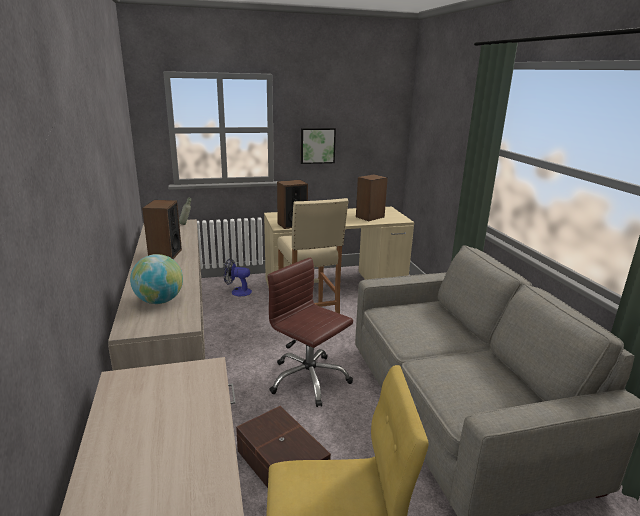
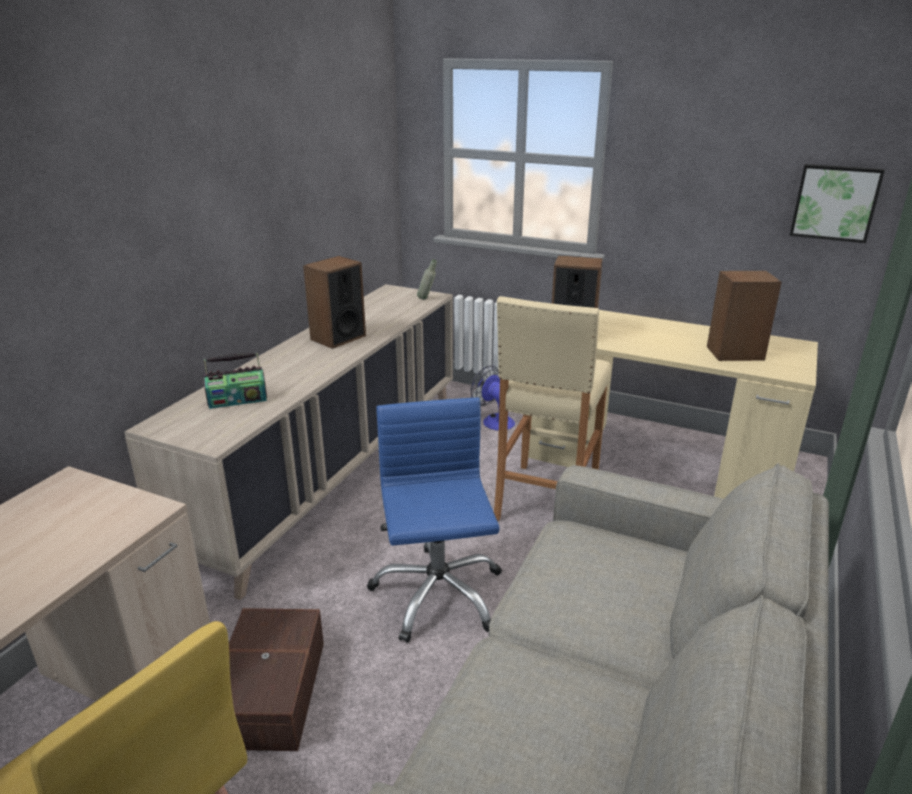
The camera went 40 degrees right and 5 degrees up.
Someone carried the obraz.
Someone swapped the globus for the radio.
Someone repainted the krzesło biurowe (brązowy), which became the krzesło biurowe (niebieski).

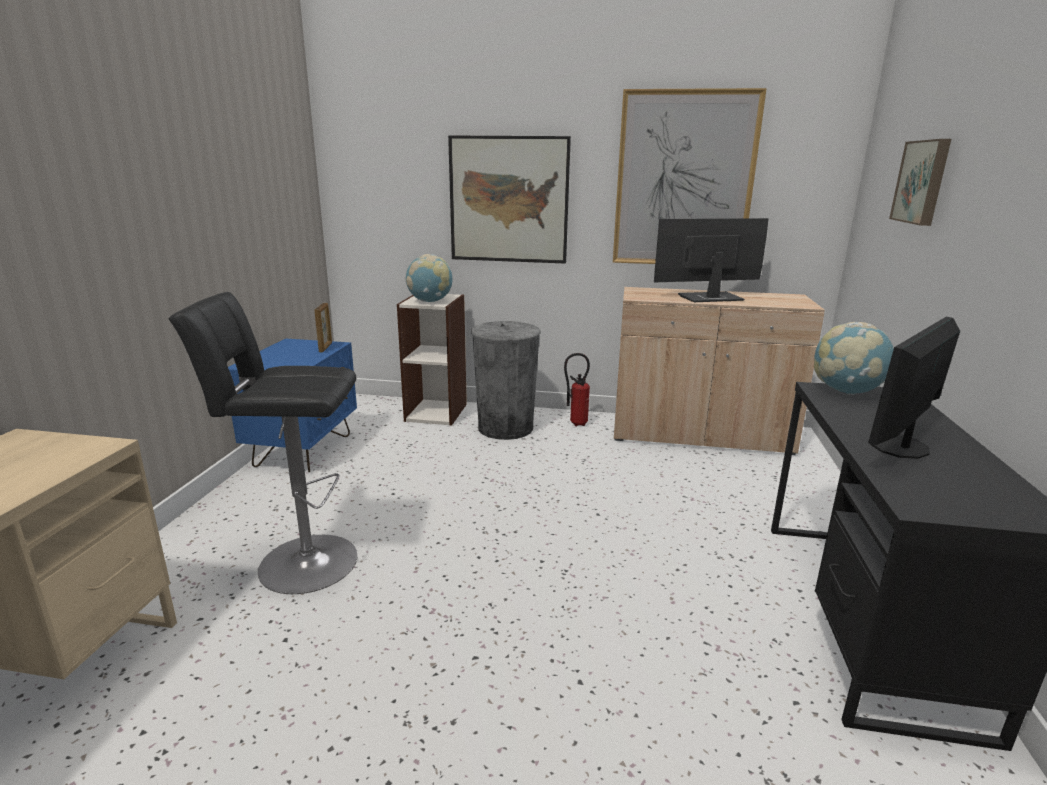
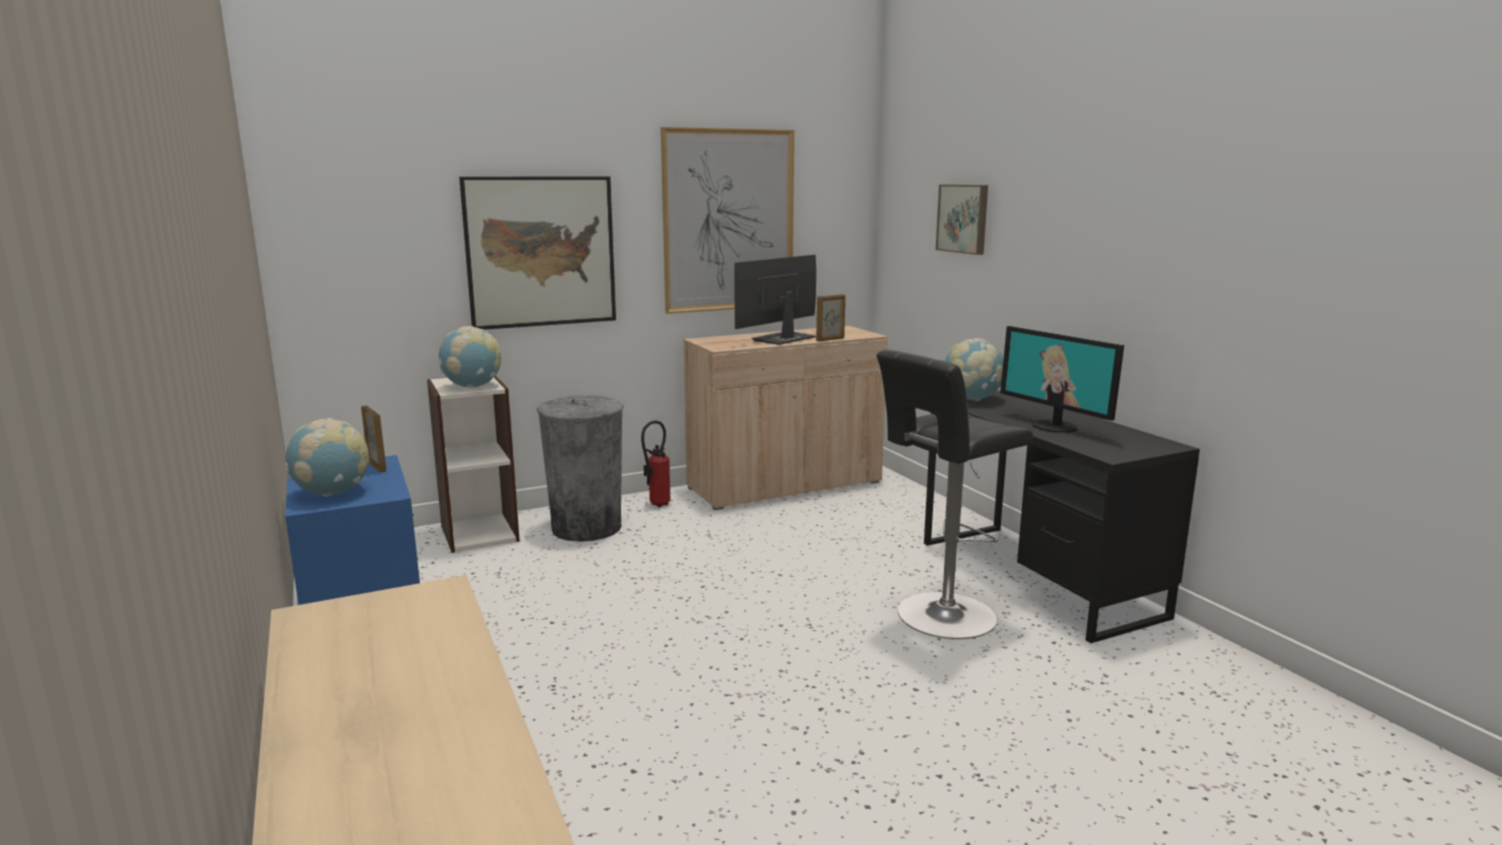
The camera went 35 degrees left and 5 degrees down.
Someone carried the stołek (czarny).
Someone rotated the monitor (2nd from left) by 45 degrees counterclockwise.
Someone put down the ramka na zdjęcie (2nd from left).
Someone put down the globus (1st from left).

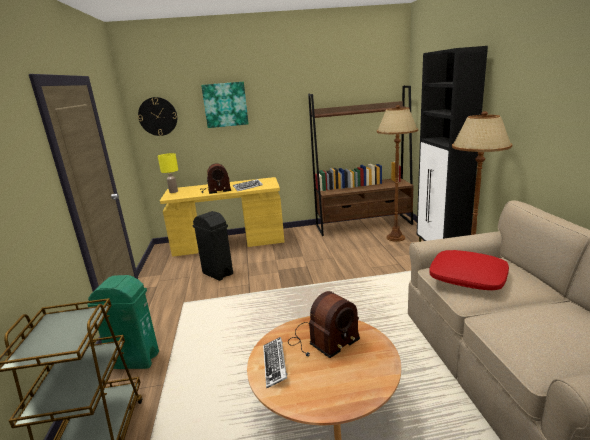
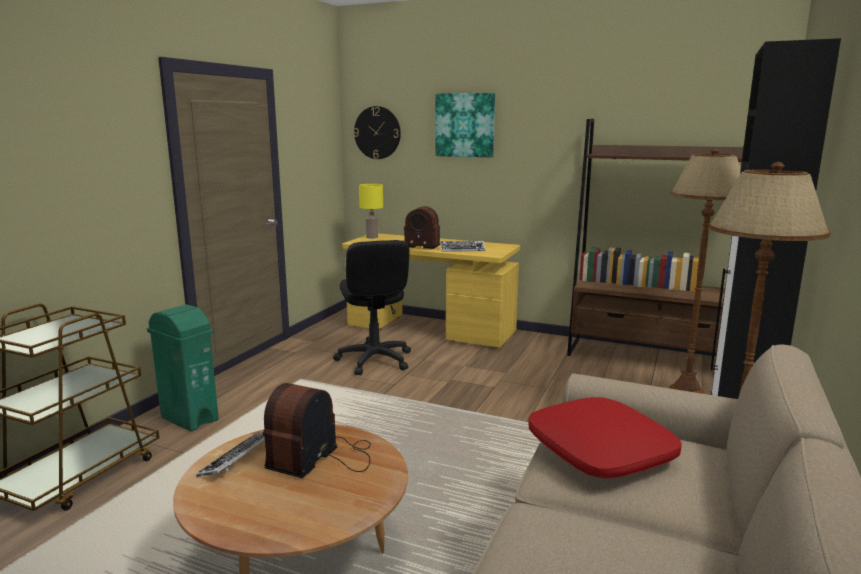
The camera went 30 degrees right and 5 degrees down.
Someone swapped the kosz na śmieci (czarny) for the krzesło biurowe (czarny).
Someone rotated the radio (2nd from left in the first image) by 120 degrees clockwise.

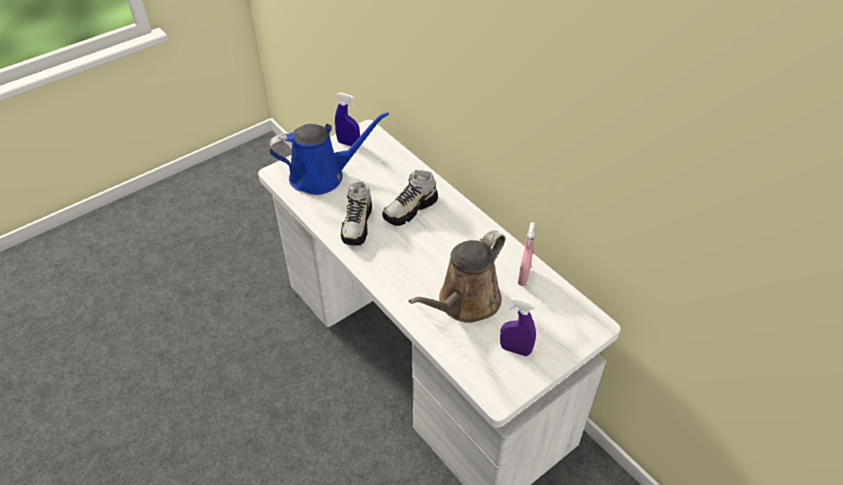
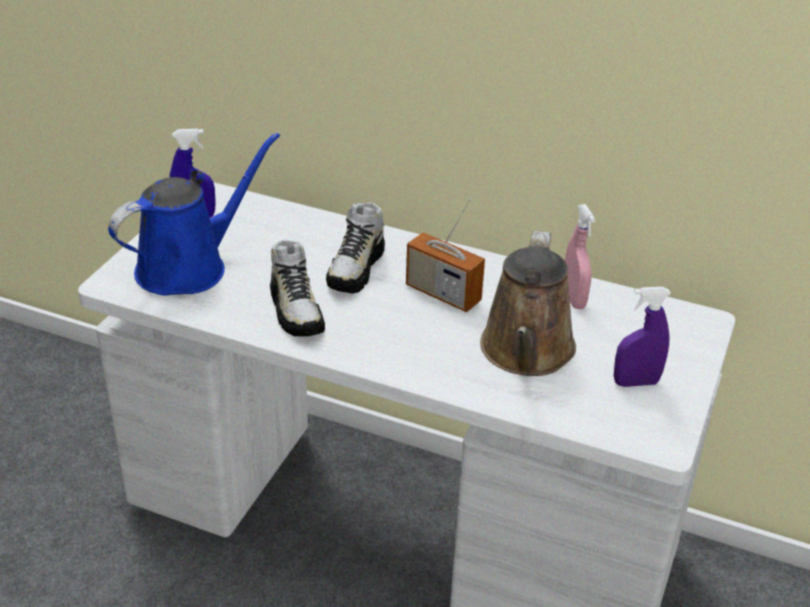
The camera went 30 degrees left and 10 degrees down.
Someone put down the radio.

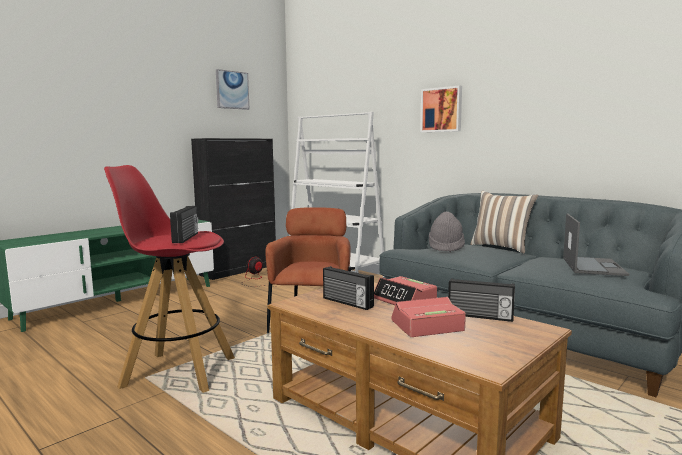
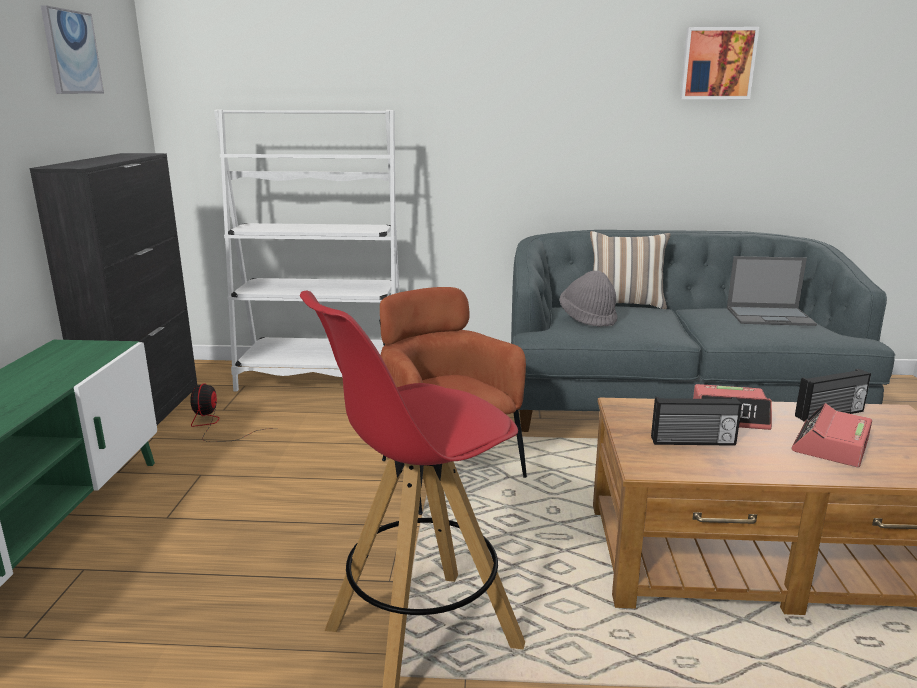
The camera went 40 degrees left and 10 degrees up.
Someone carried the obraz (2nd from left).
Someone took away the radio (1st from left).
Someone rotated the laptop by 120 degrees clockwise.

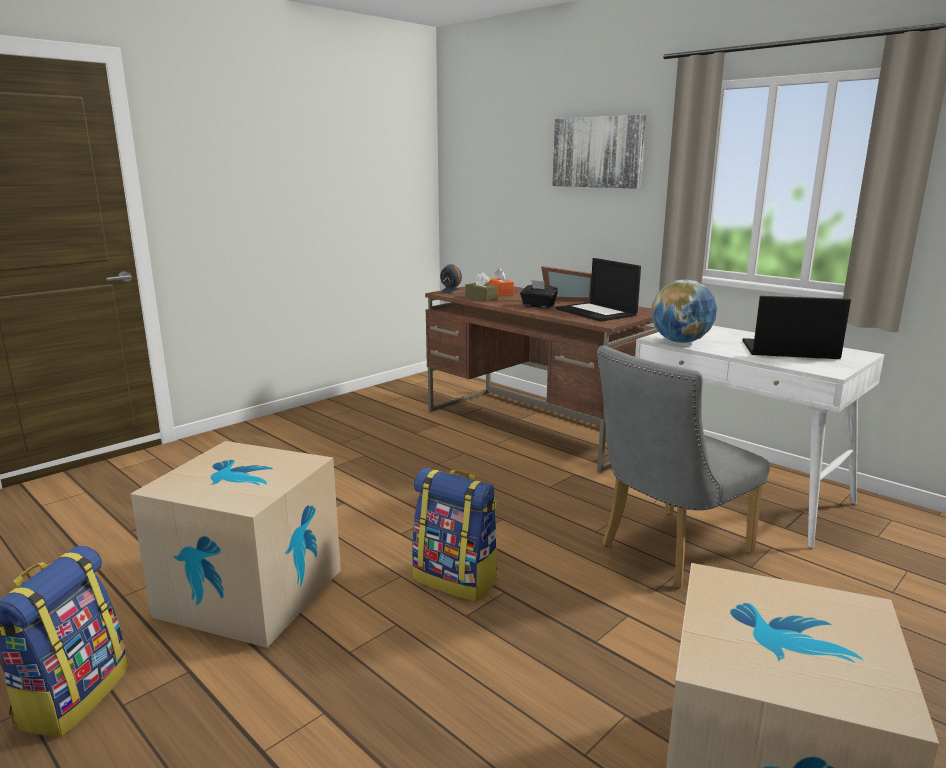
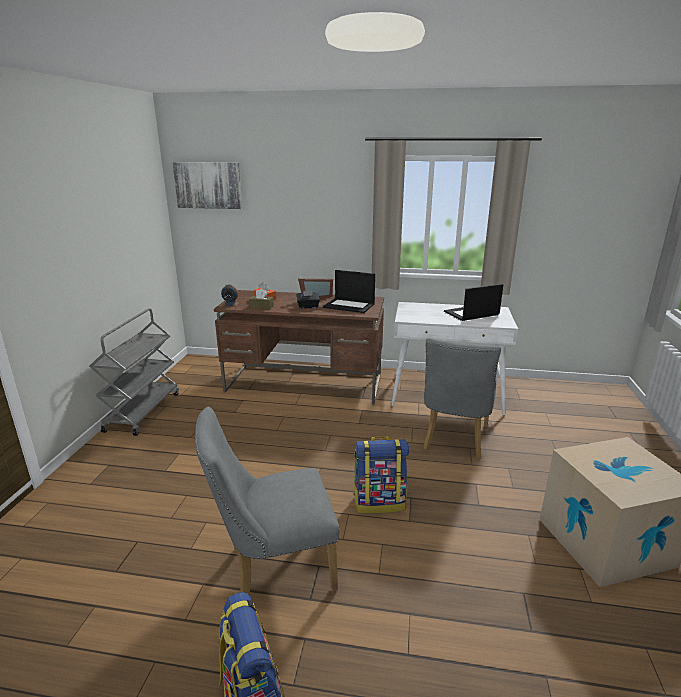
The camera went 35 degrees left and 5 degrees up.
Someone carried the obraz.
Someone took away the globus.
Someone swapped the karton (1st from left) for the krzesło (szary) (1st from left).
Someone put down the wózek (szary).

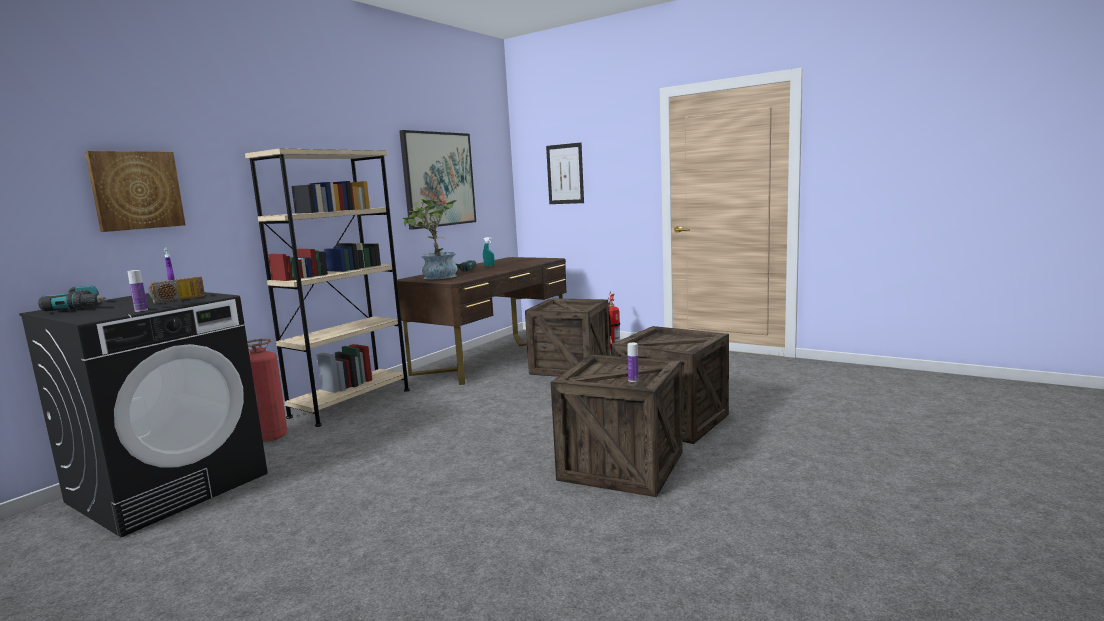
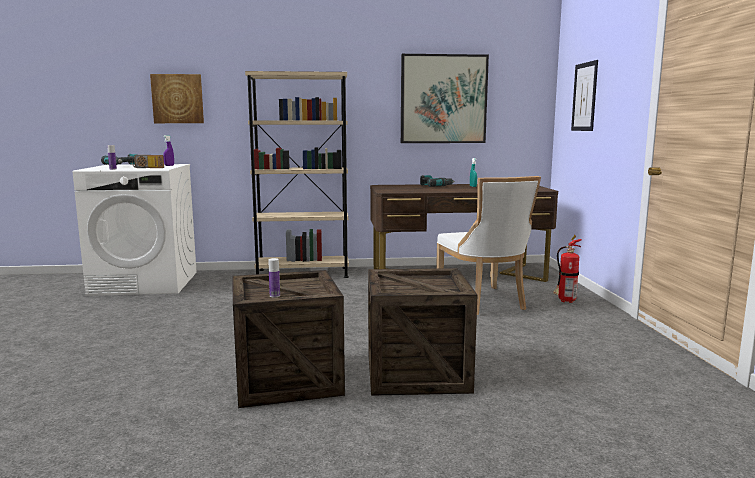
The camera went 50 degrees right and 0 degrees up.
Someone took away the roślina doniczkowa.
Someone repainted the pralka (czarny), which became the pralka (biały).
Someone swapped the skrzynka (1st from left) for the krzesło (biały).
Someone took away the gaśnica (1st from left).

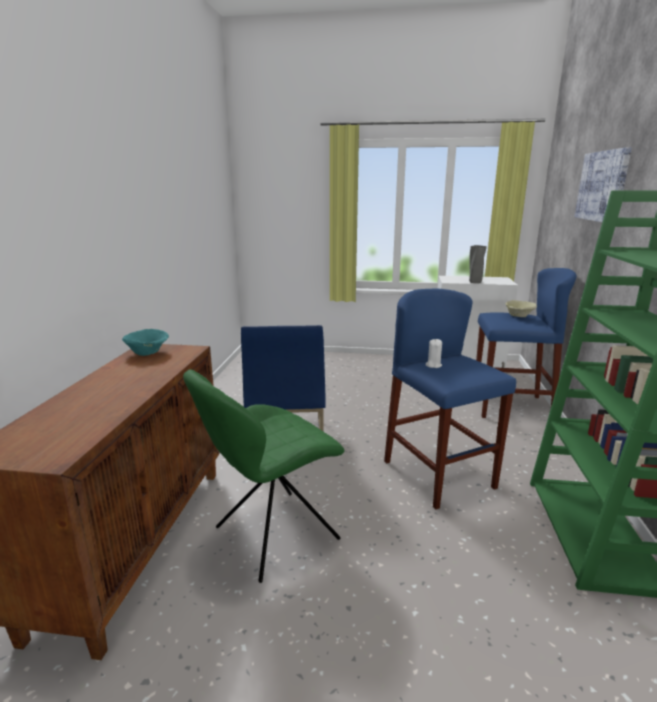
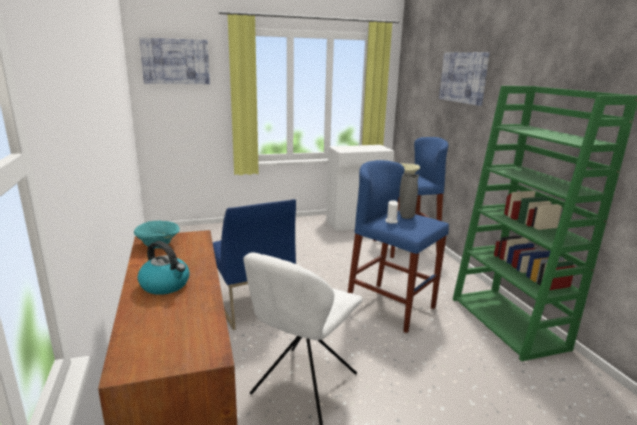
The camera went 25 degrees left and 0 degrees up.
Someone carried the wazon (szary).
Someone repainted the krzesło (zielony), which became the krzesło (biały).
Someone put up the obraz (1st from left).
Someone put down the czajnik.

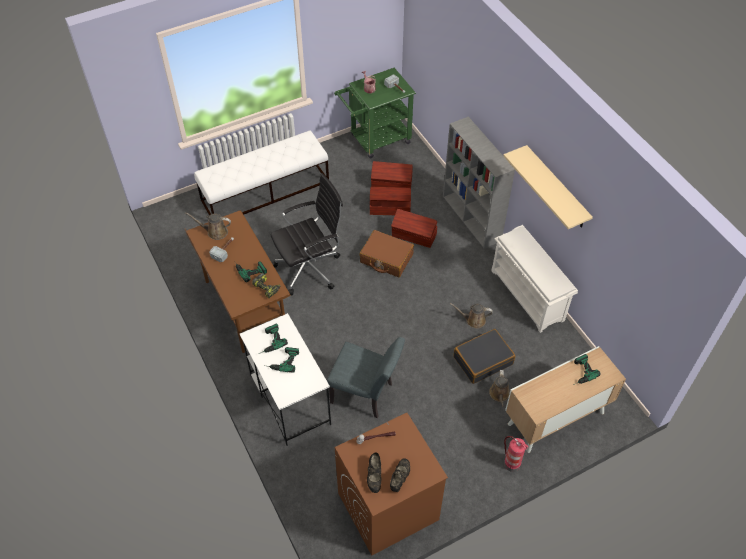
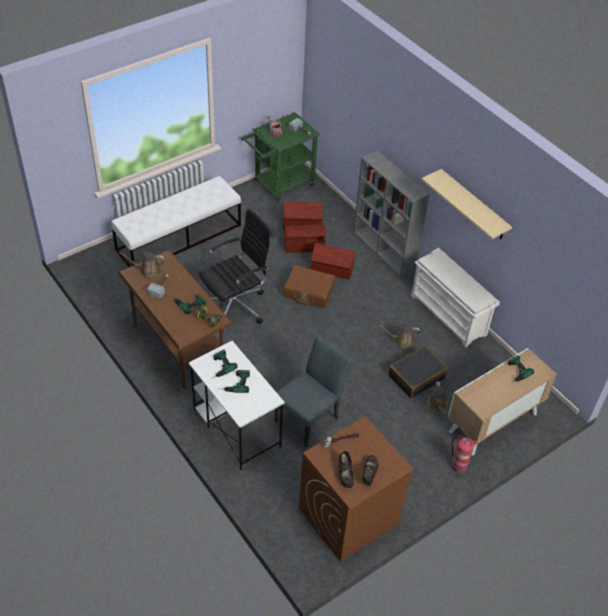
The camera went 10 degrees left and 5 degrees down.
Someone rotated the krzesło (szary) by 60 degrees counterclockwise.

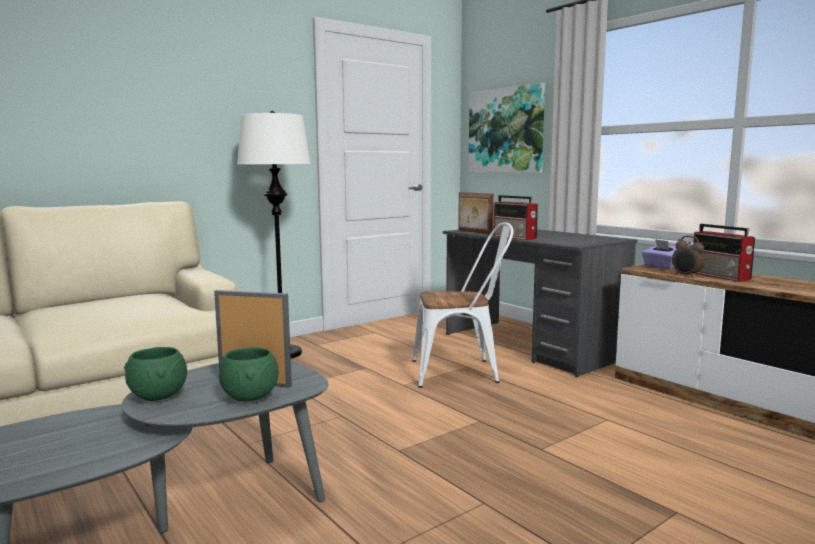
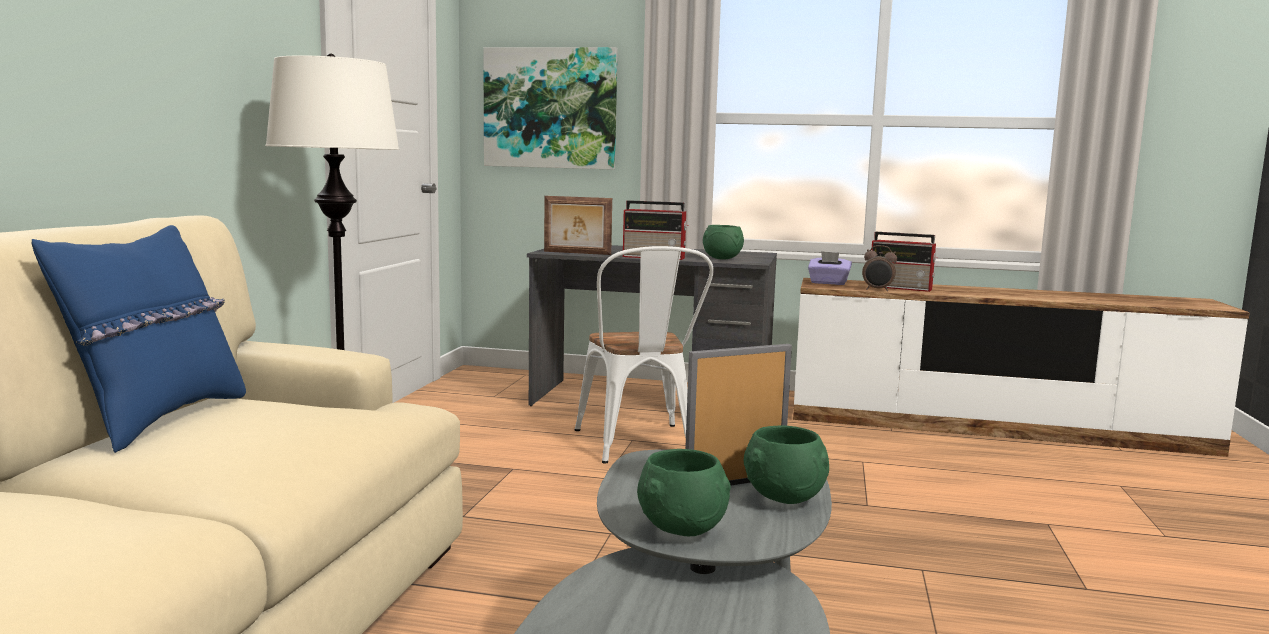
The camera went 40 degrees left and 0 degrees up.
Someone rotated the krzesło (biały) by 120 degrees clockwise.
Someone put down the poduszka (niebieski).
Someone put down the miska (zielony) (2nd from left).

